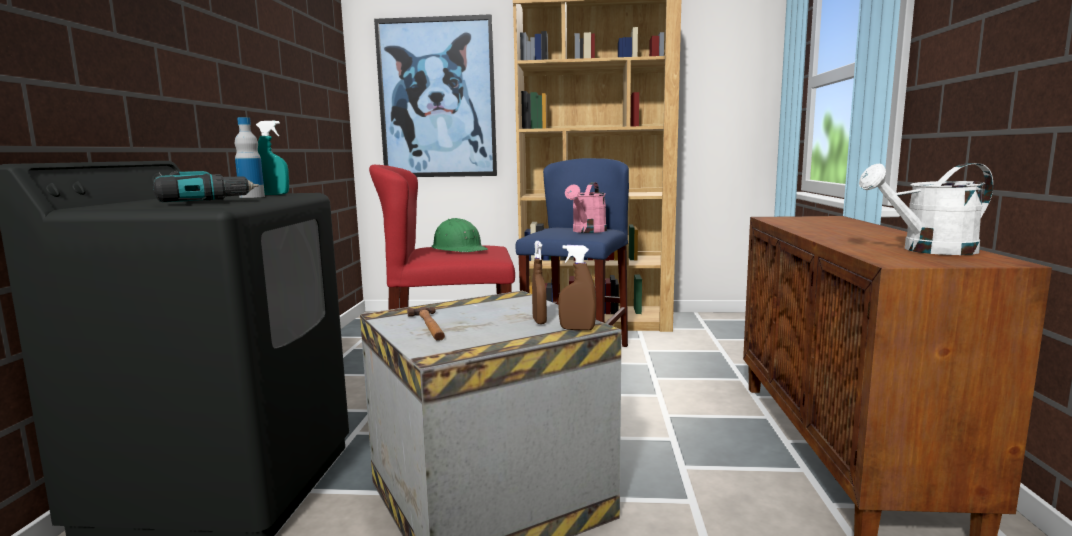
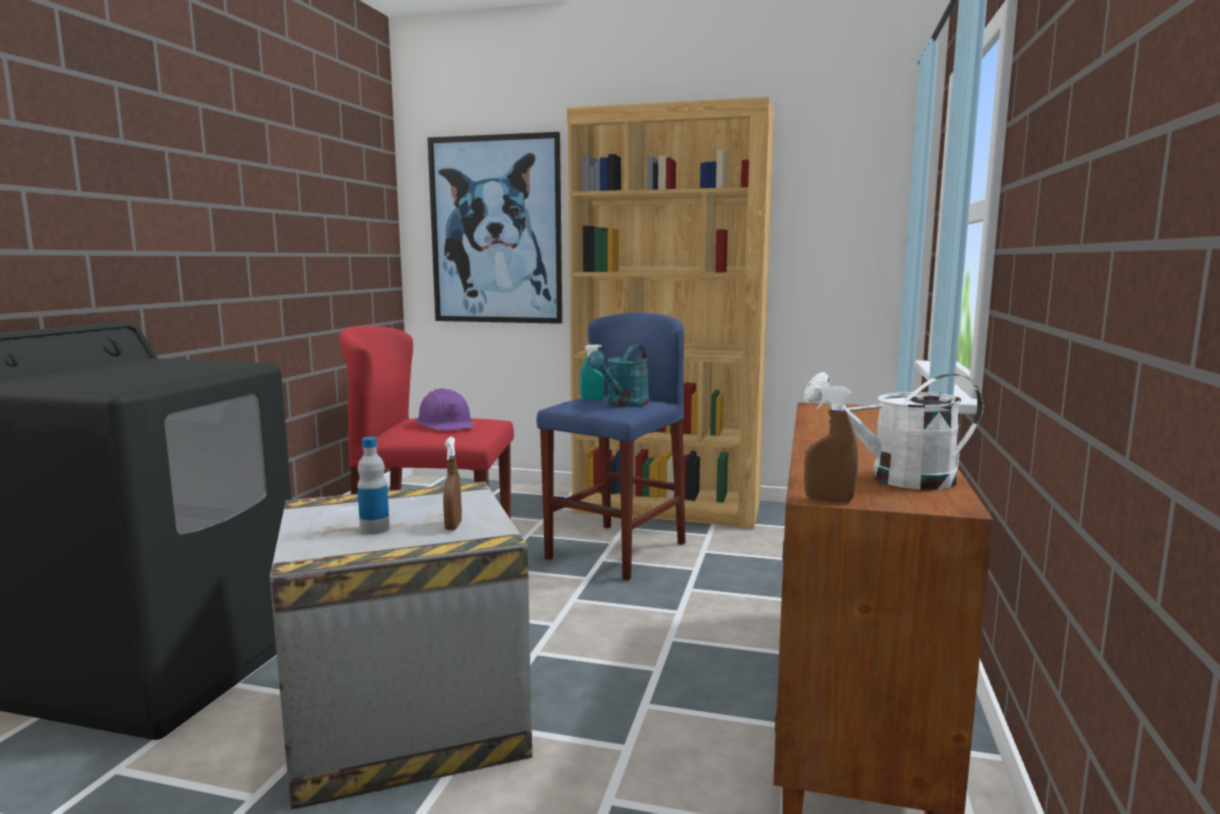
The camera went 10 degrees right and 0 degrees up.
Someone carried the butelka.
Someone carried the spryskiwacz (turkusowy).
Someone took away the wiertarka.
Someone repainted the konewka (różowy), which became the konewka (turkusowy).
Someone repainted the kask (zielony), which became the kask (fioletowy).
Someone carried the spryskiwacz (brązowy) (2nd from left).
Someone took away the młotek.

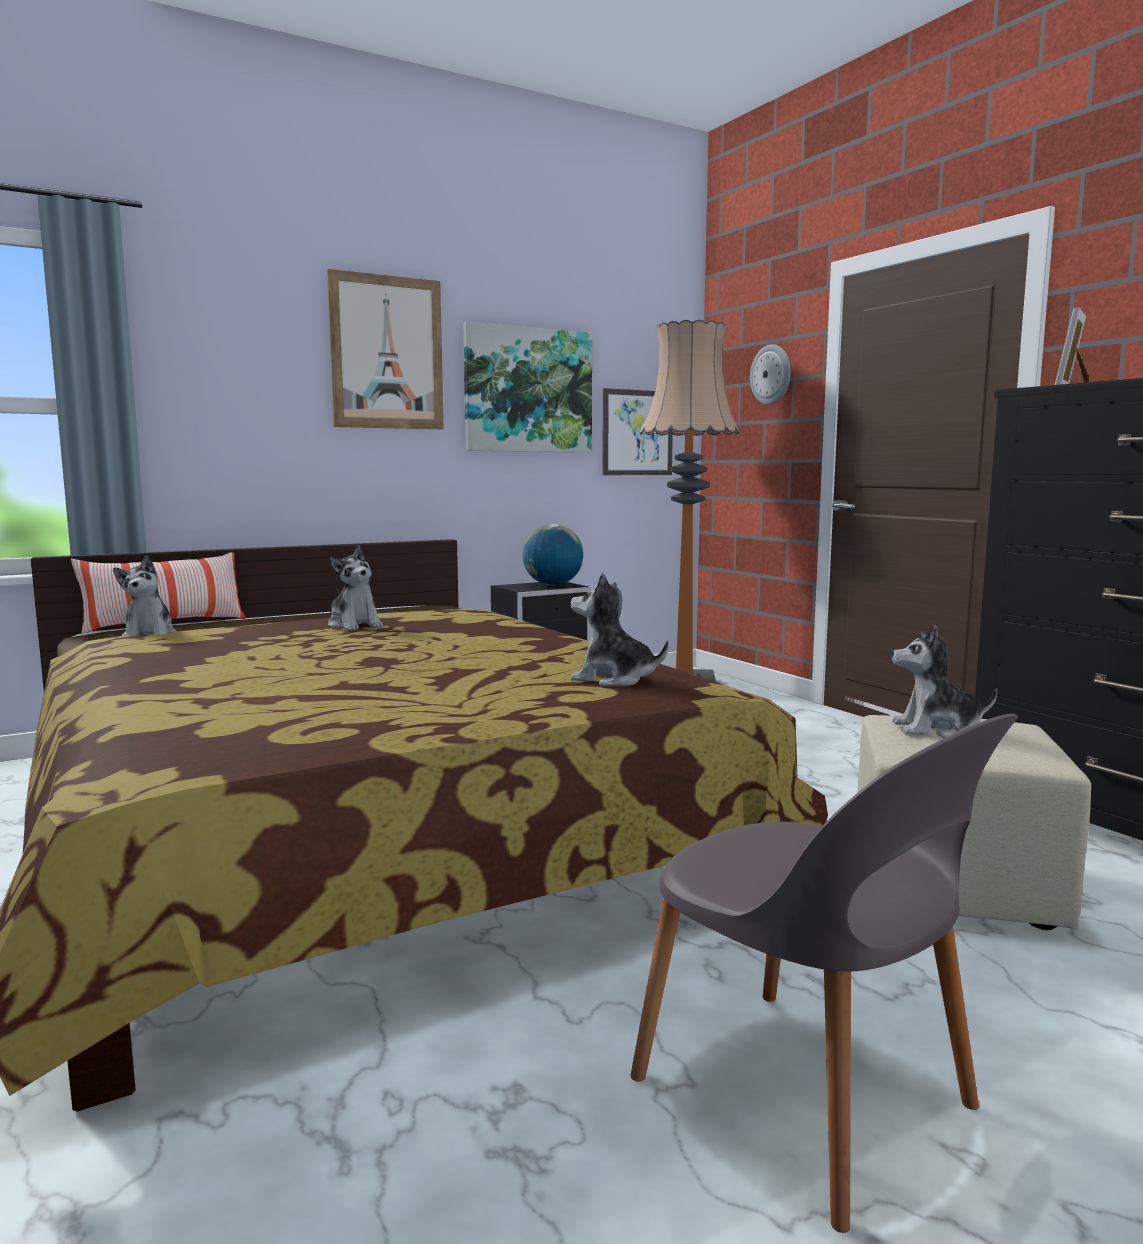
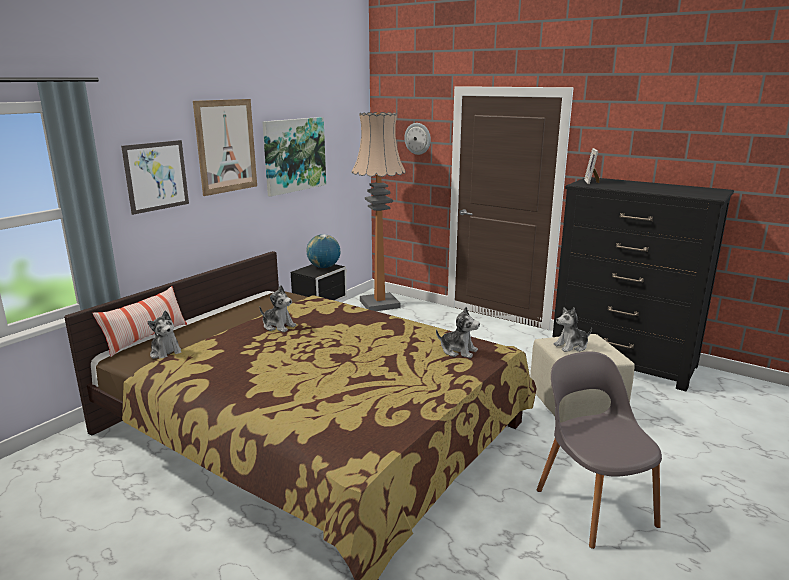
The camera went 25 degrees left and 10 degrees up.
Someone carried the obraz (3rd from left in the first image).
Someone rotated the pluszak (3rd from left) by 150 degrees counterclockwise.
Someone rotated the krzesło (szary) by 135 degrees counterclockwise.

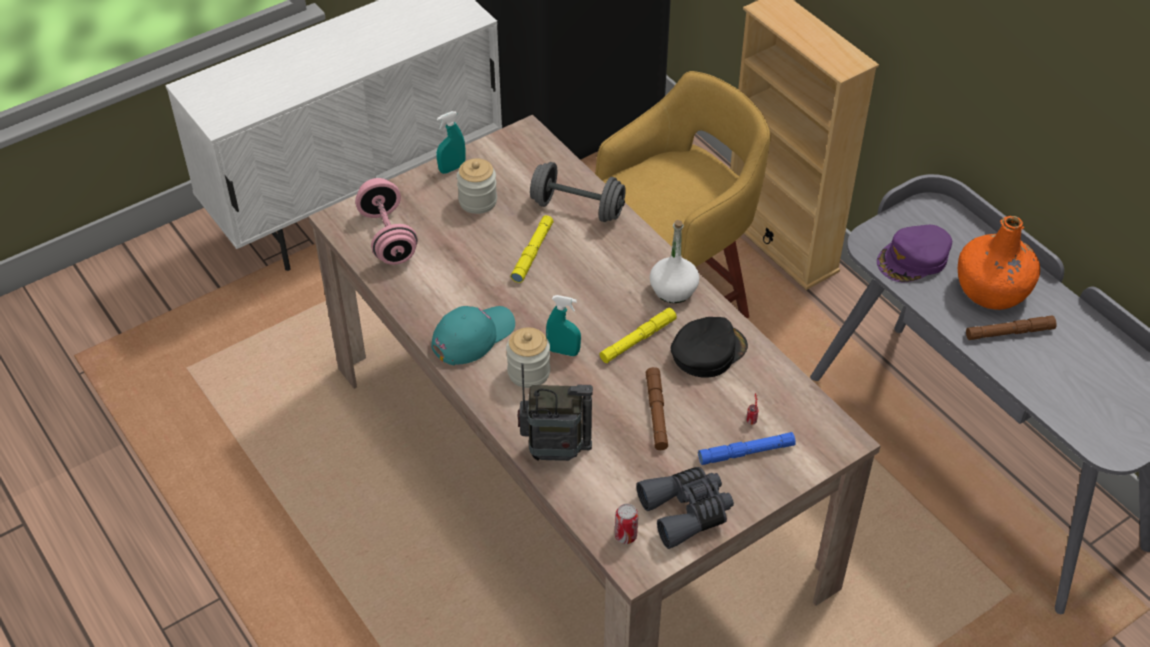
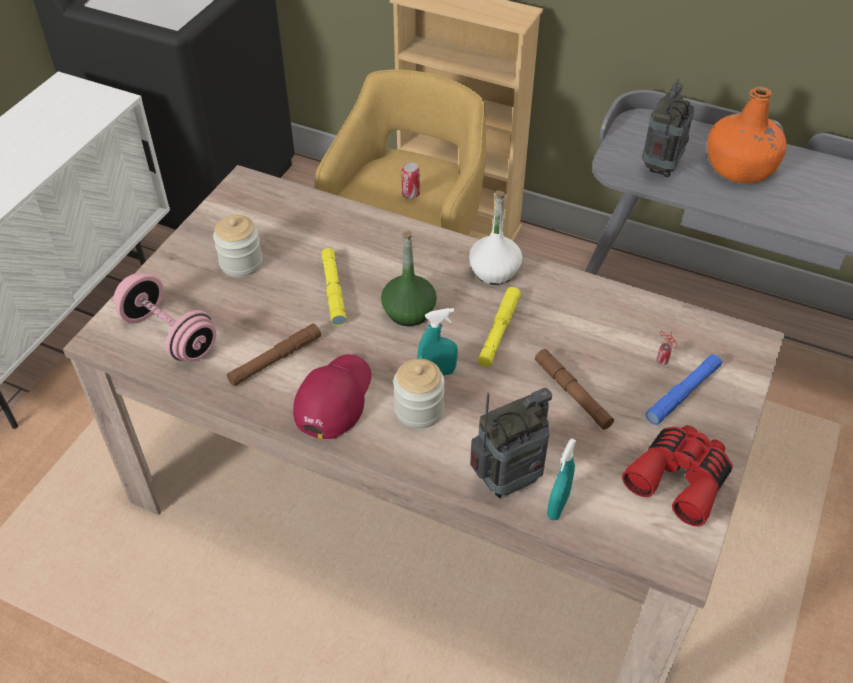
The camera went 30 degrees left and 0 degrees up.
Someone carried the spryskiwacz (turkusowy) (1st from left in the first image).
Someone took away the hantel (szary).
Someone swapped the czapka z daszkiem (fioletowy) for the radio (2nd from left).
Someone repainted the czapka z daszkiem (turkusowy), which became the czapka z daszkiem (czerwony).
Someone carried the latarka (brązowy) (2nd from left in the first image).
Someone took away the czapka z daszkiem (czarny).
Someone repainted the lornetka (szary), which became the lornetka (czerwony).
Someone carried the puszka (1st from left).
Someone put down the butelka (zielony).

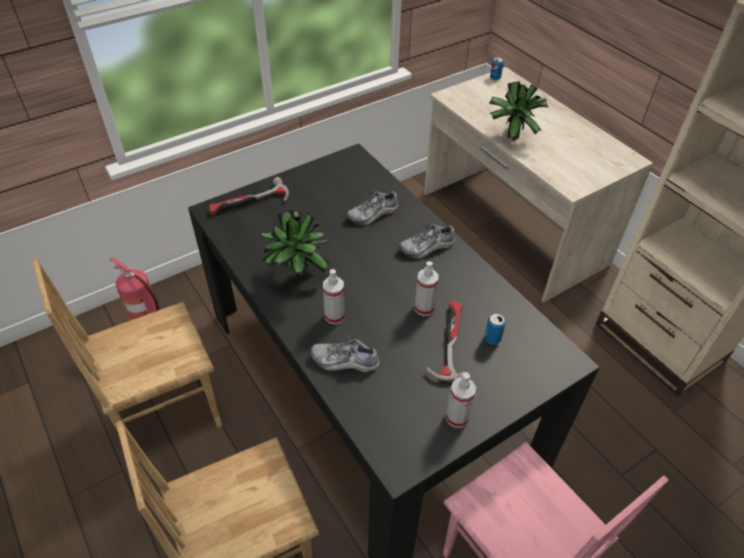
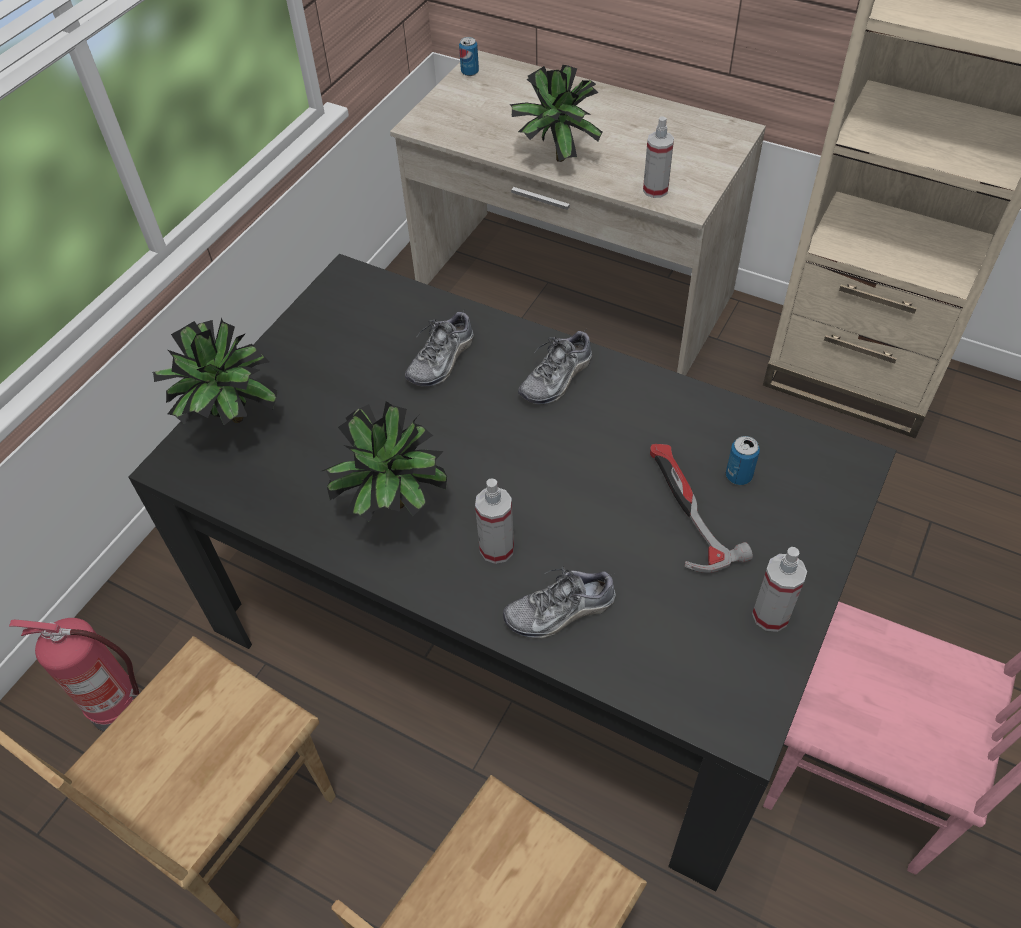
The camera went 25 degrees left and 5 degrees up.
Someone swapped the młotek (1st from left) for the roślina doniczkowa (1st from left).
Someone carried the spryskiwacz (2nd from left).

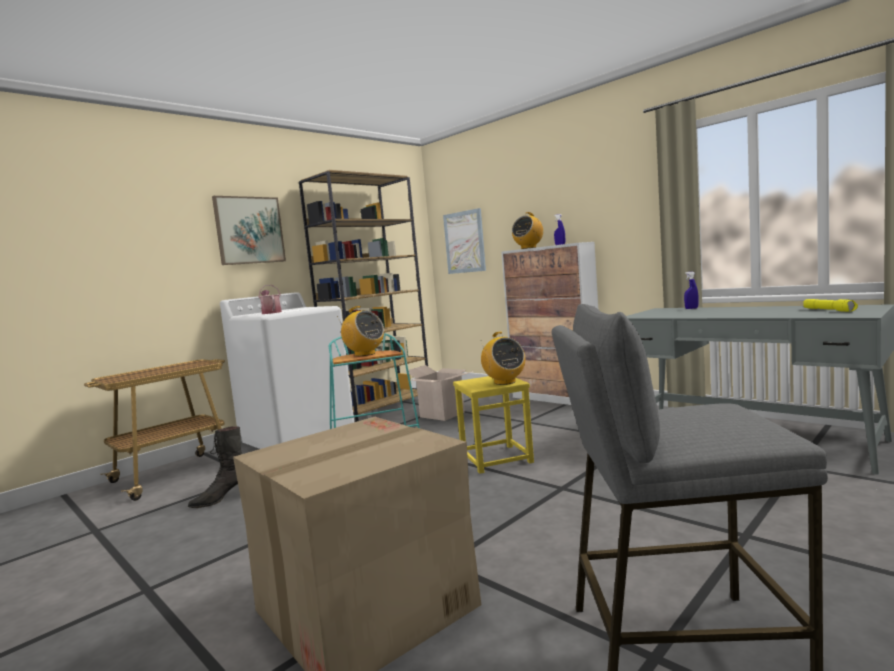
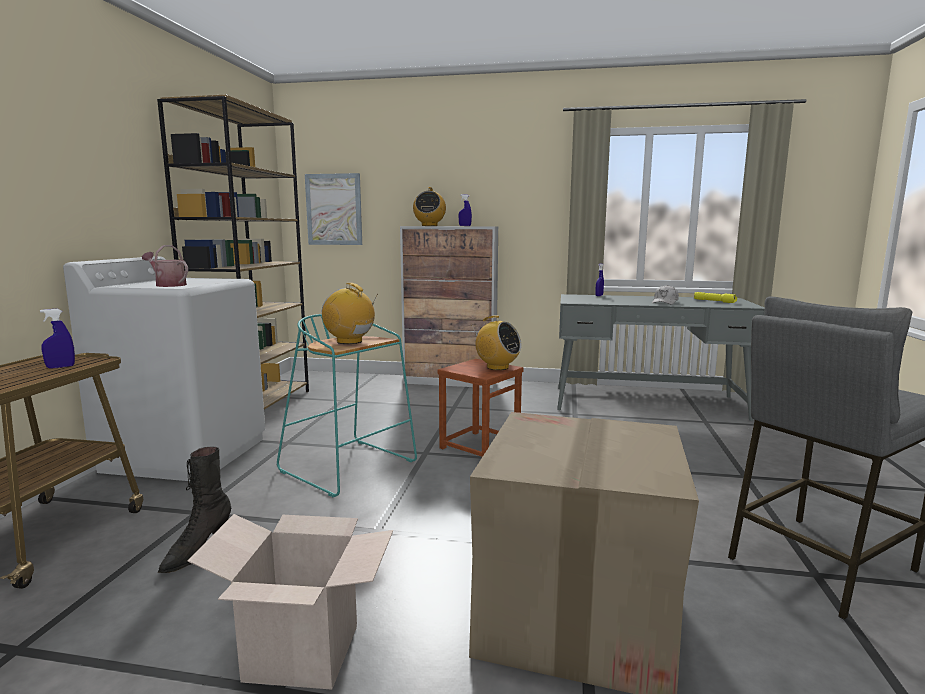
The camera went 35 degrees left and 5 degrees up.
Someone took away the obraz (1st from left).
Someone rotated the radio (1st from left) by 150 degrees counterclockwise.
Someone carried the karton (2nd from left in the first image).
Someone repainted the stołek (żółty), which became the stołek (brązowy).
Someone put down the czapka z daszkiem (biały).
Someone put down the spryskiwacz (niebieski) (1st from left).

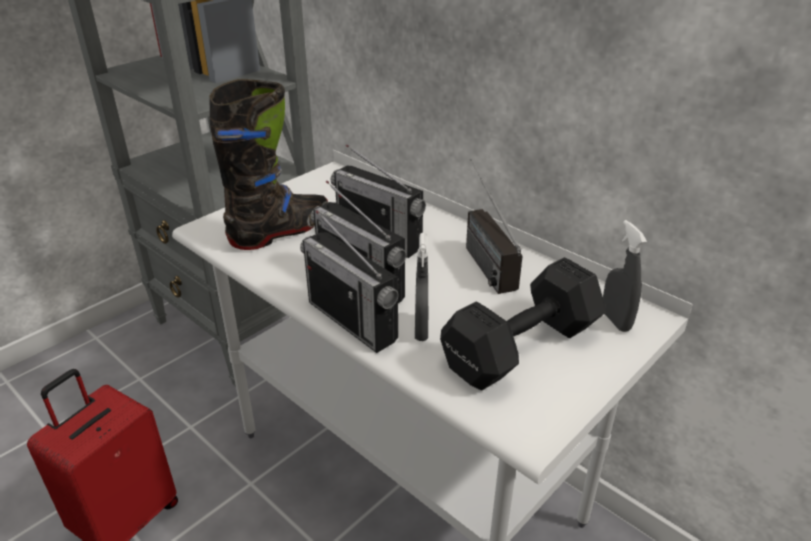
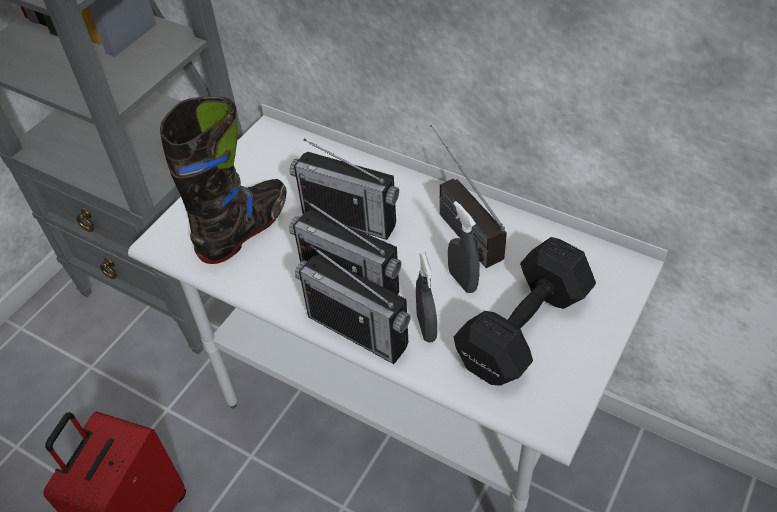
The camera went 10 degrees left and 15 degrees up.
Someone carried the spryskiwacz (szary) (2nd from left).

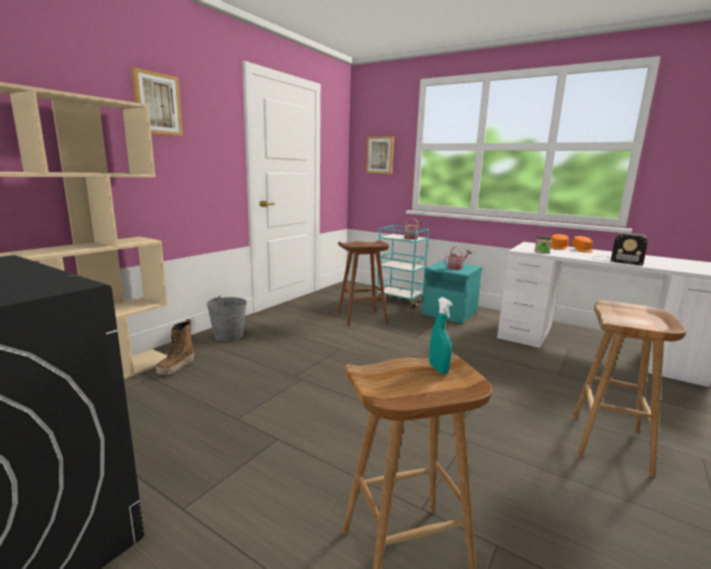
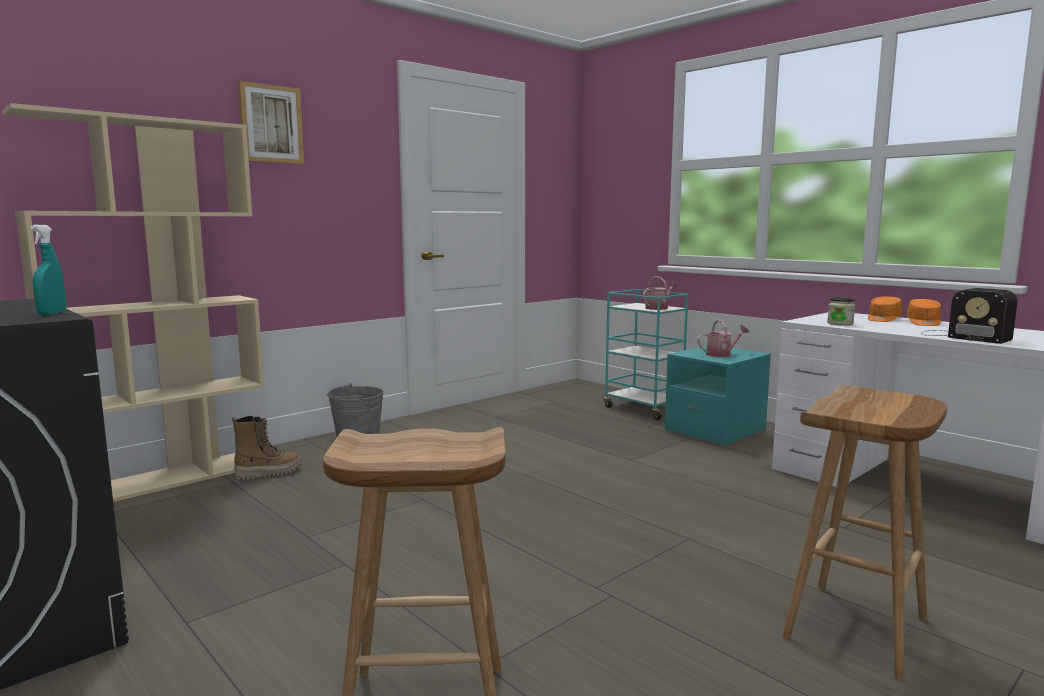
The camera went 15 degrees right and 5 degrees down.
Someone took away the obraz (2nd from left).
Someone took away the stołek (brązowy) (1st from left).
Someone carried the spryskiwacz (turkusowy).
Someone rotated the but z cholewką by 150 degrees counterclockwise.

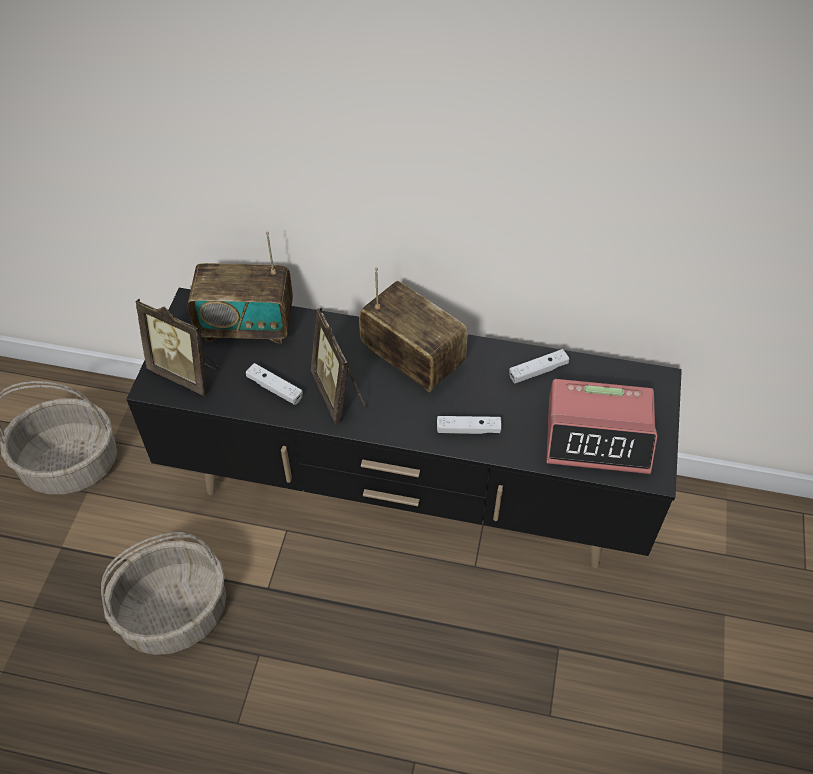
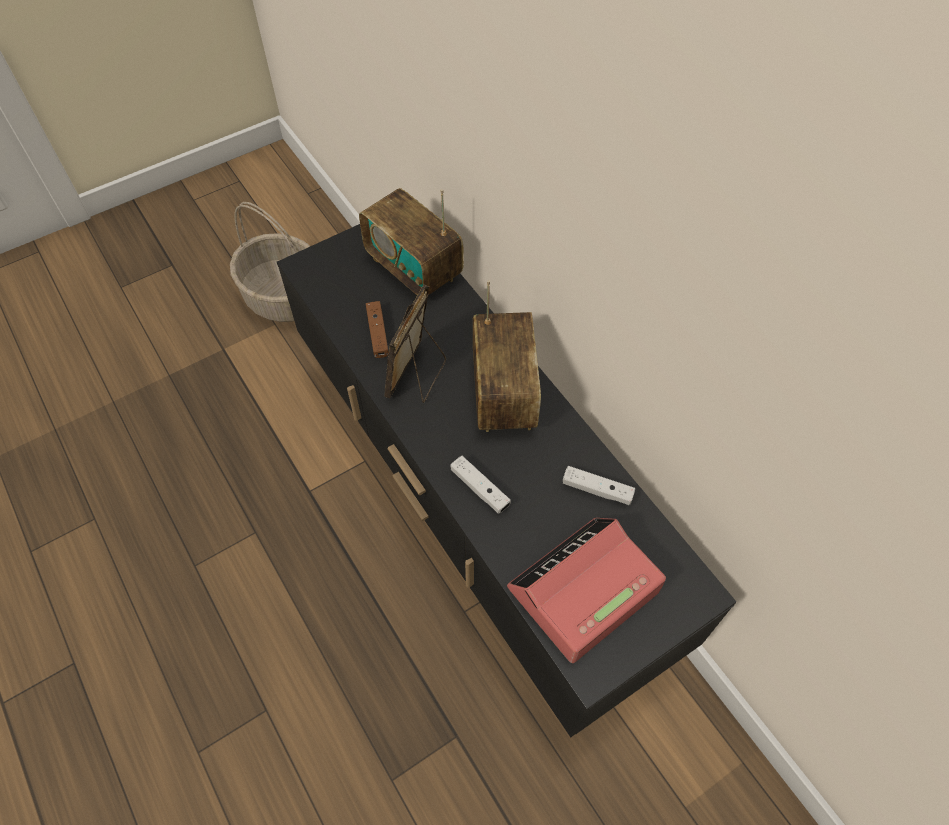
The camera went 45 degrees right and 5 degrees up.
Someone took away the ramka na zdjęcie (1st from left).
Someone repainted the pad do gier (biały) (1st from left), which became the pad do gier (brązowy).
Someone rotated the budzik by 90 degrees clockwise.
Someone took away the koszyk (2nd from left).

